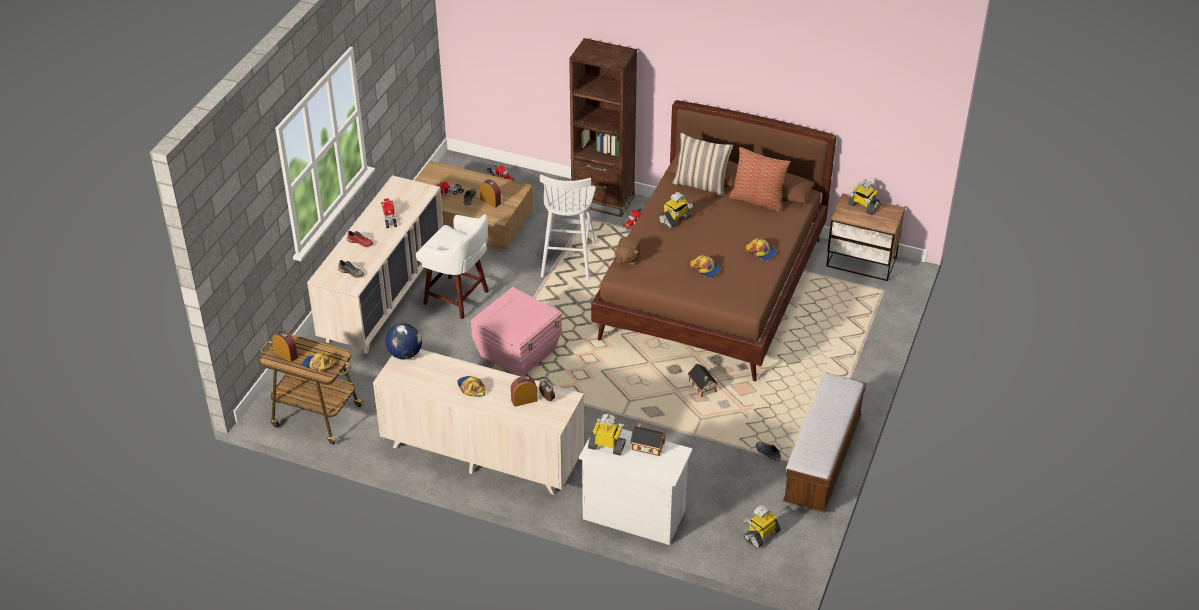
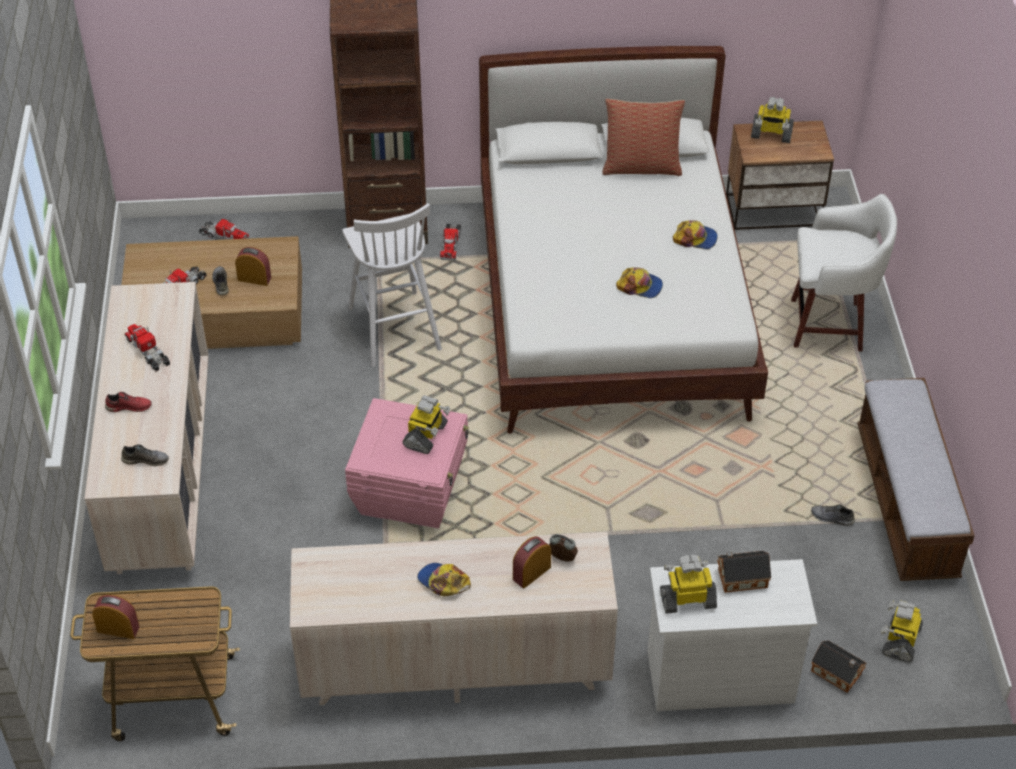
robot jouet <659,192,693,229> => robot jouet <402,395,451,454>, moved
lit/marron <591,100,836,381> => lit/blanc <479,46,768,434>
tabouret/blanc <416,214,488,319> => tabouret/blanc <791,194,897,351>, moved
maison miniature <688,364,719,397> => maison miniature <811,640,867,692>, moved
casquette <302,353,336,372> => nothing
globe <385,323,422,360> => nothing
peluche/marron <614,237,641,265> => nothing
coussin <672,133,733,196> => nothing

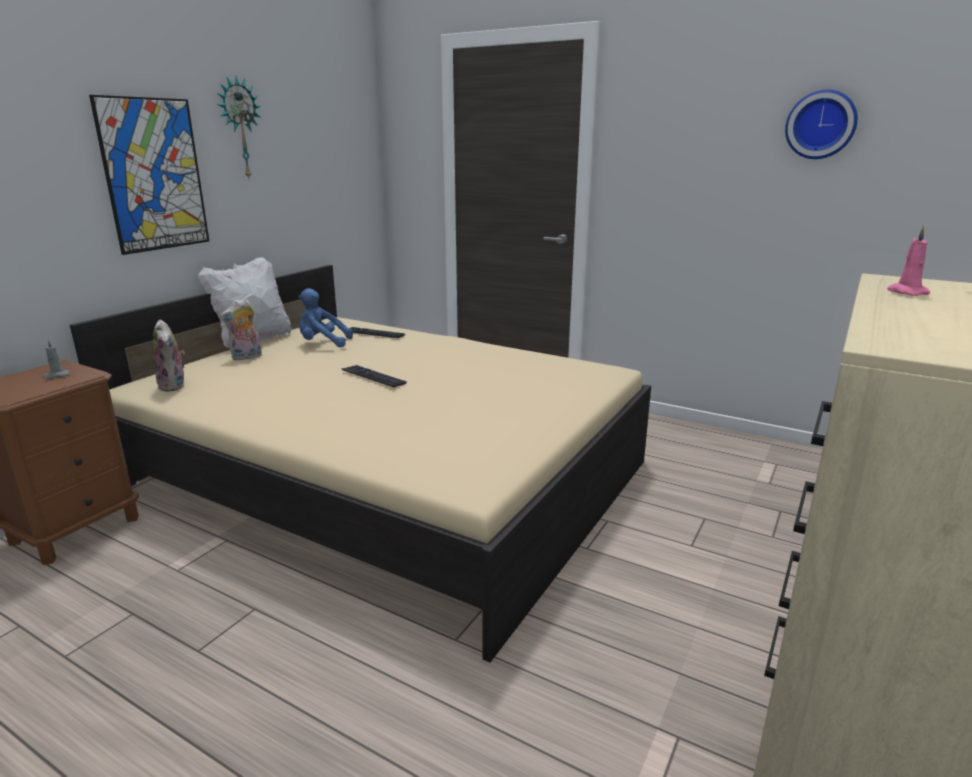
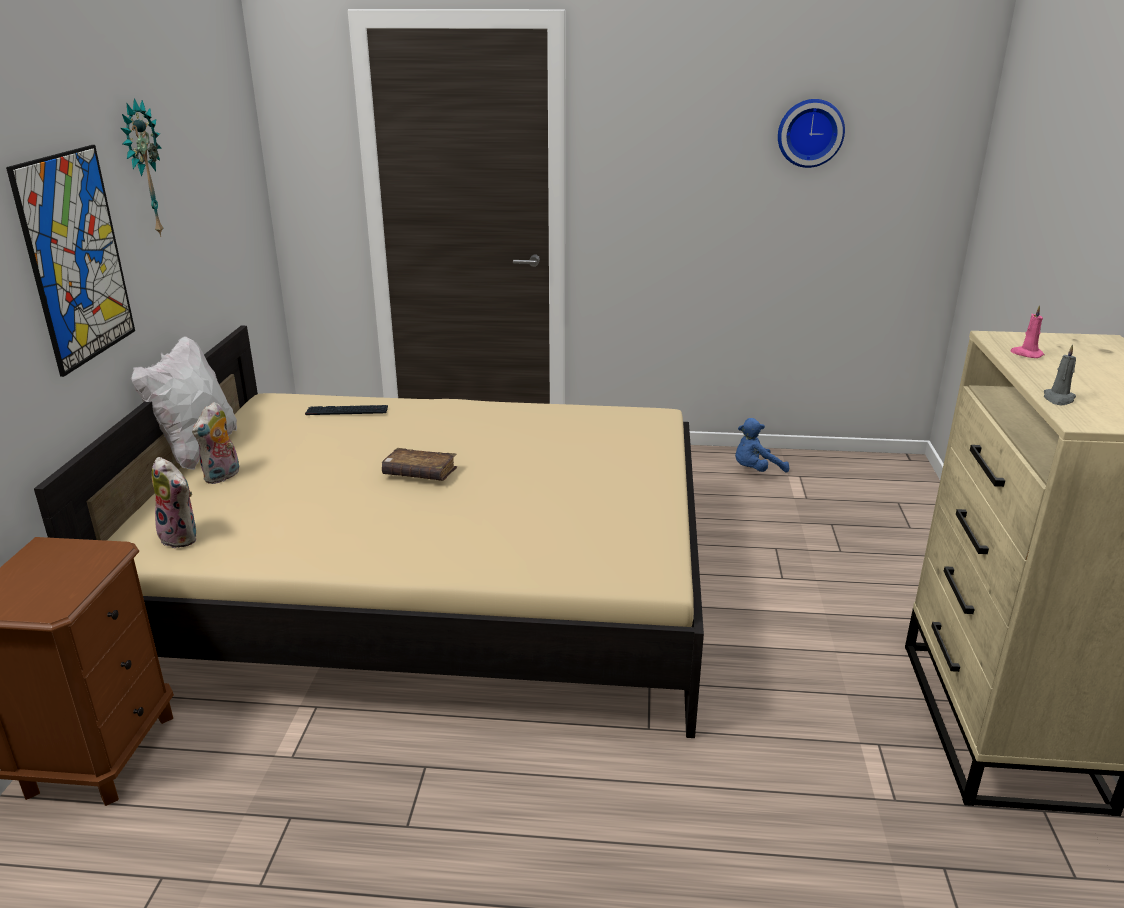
clavier <342,365,407,387> => livre/marron <382,448,457,481>
peluche/bleu <298,288,353,347> => peluche/bleu <735,418,789,473>, moved
bougie/gris <43,340,69,379> => bougie/gris <1044,344,1076,405>, moved

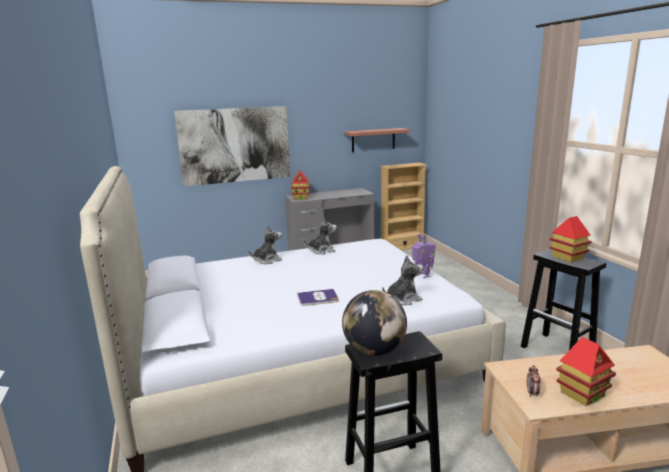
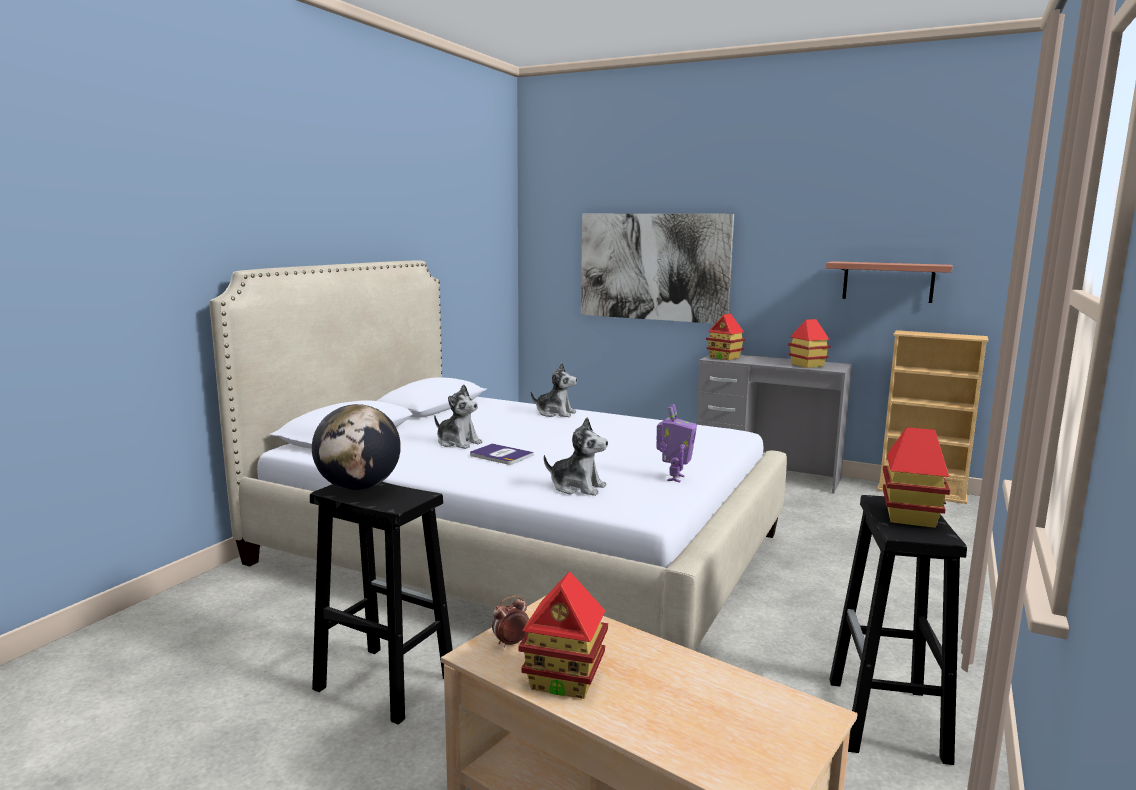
peluche <304,217,337,254> => peluche <434,384,483,449>, moved
nothing => maison miniature <788,319,831,368>

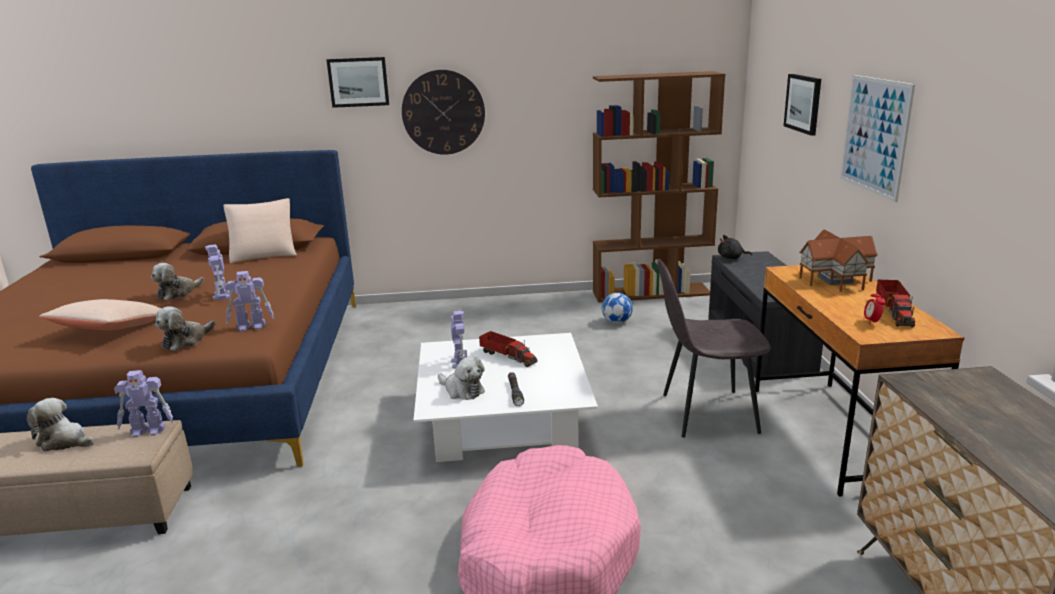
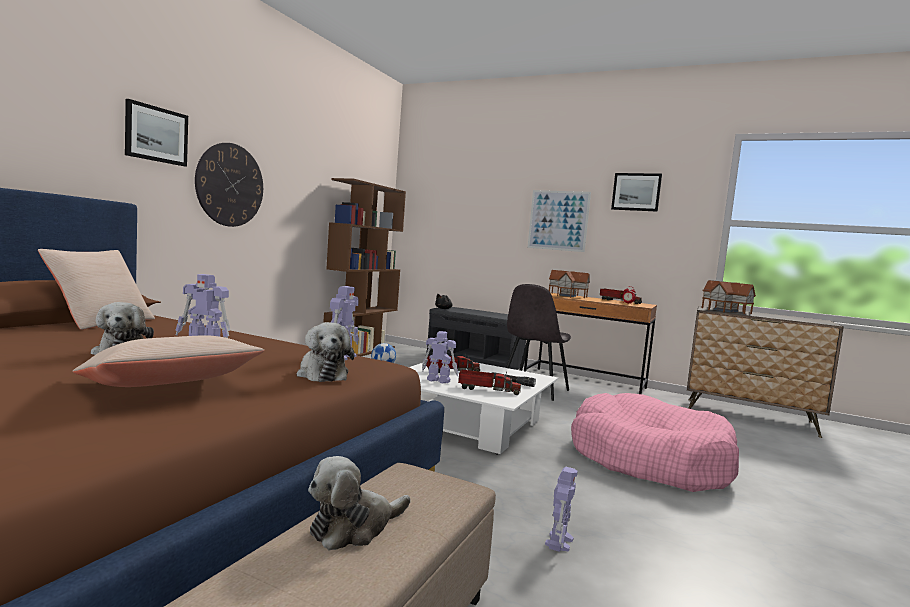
peluche <438,356,485,400> => camion jouet <458,369,521,395>
robot jouet <114,370,173,438> => robot jouet <545,467,578,552>, moved
tableau <784,74,821,136> => tableau <611,173,662,212>, moved
nothing => maison miniature <702,280,756,314>

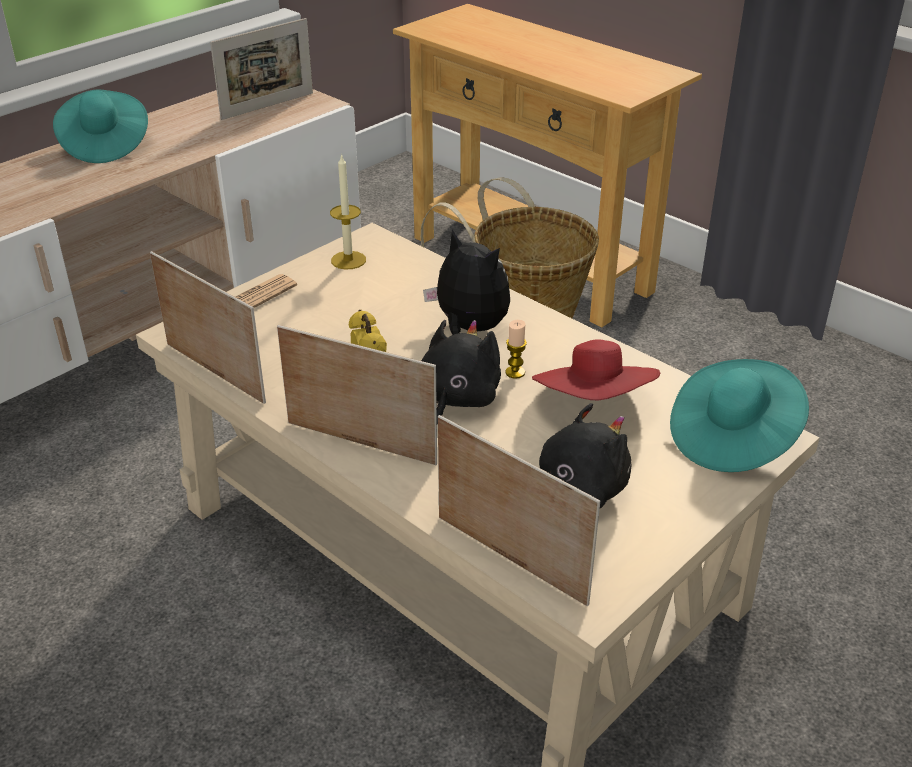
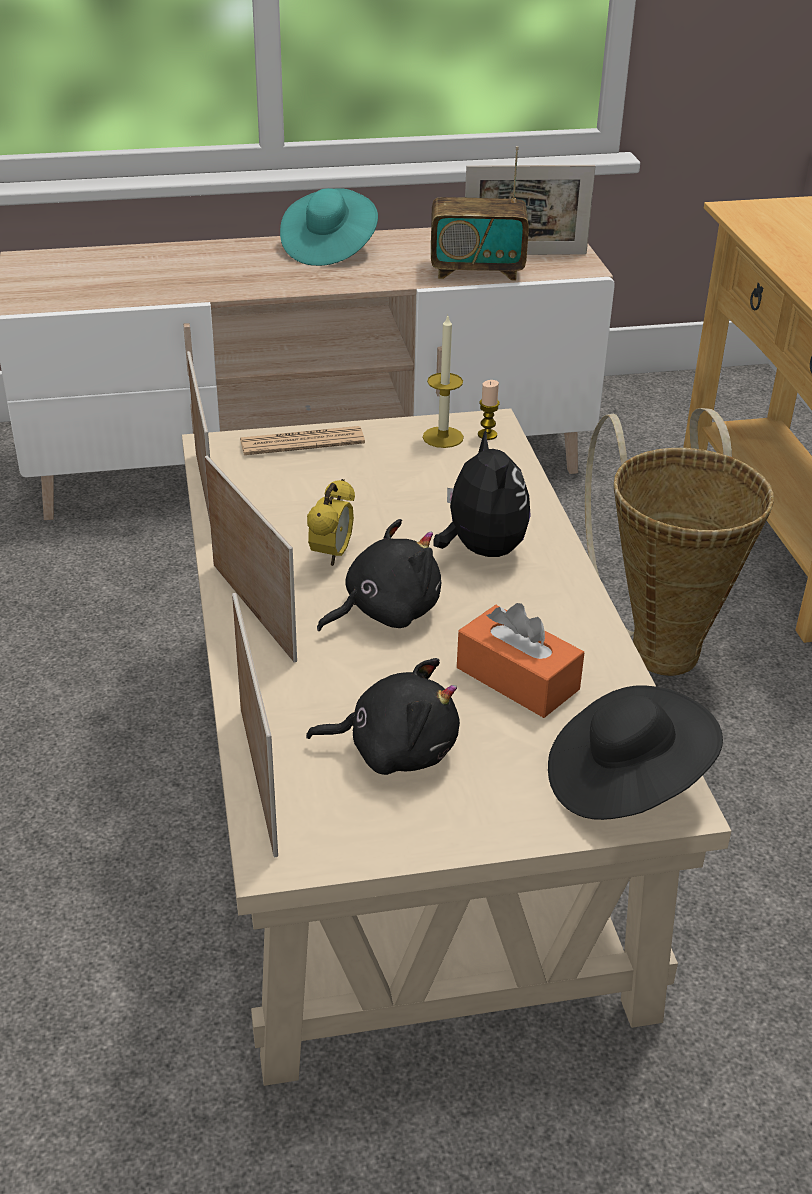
nothing => radio <431,146,529,280>
chapeau/rouge <532,339,660,400> => boîte à mouchoirs/orange <457,603,584,718>
bougie <505,320,527,379> => bougie <478,380,500,440>, moved
chapeau/turquoise <670,359,809,472> => chapeau/noir <548,685,723,820>

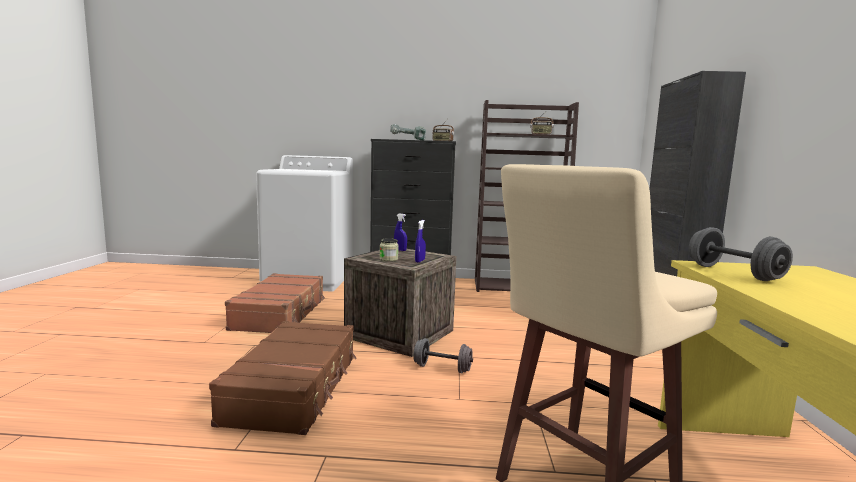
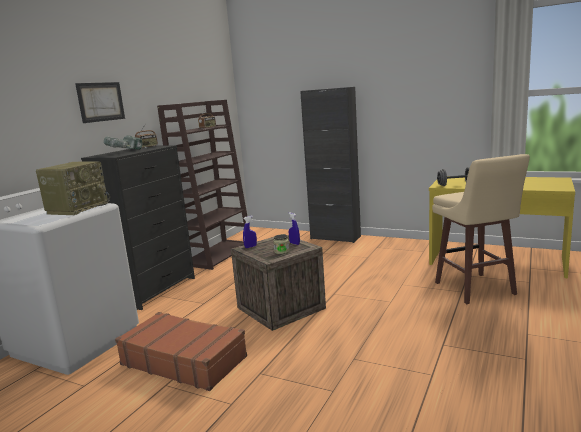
nothing => radio <36,161,110,215>
nothing => tableau <75,82,125,123>
valise/marron <209,321,357,435> => nothing
haltère/gris <413,338,473,373> => nothing

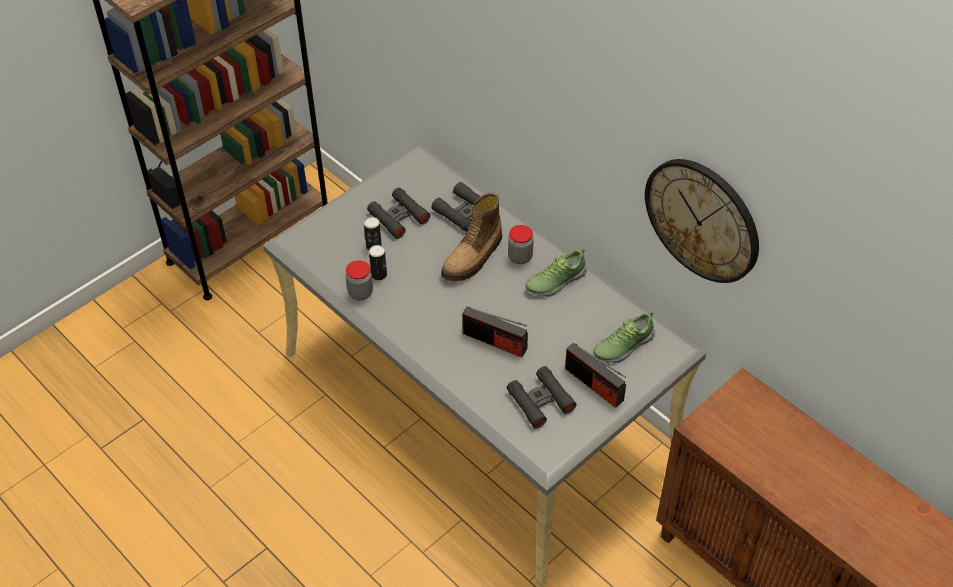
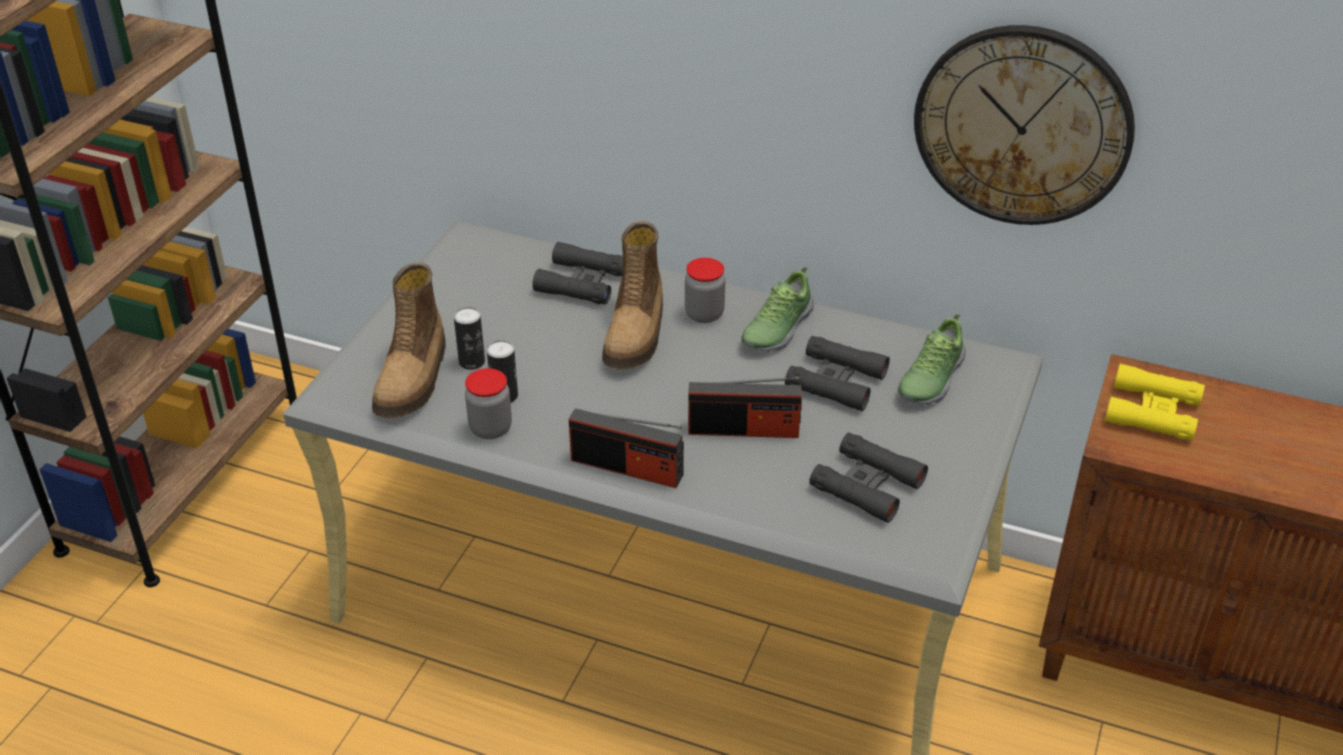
nothing => botte <372,262,446,418>
radio <565,343,626,408> => radio <569,408,684,488>, moved
jumelles/noir <367,188,430,239> => jumelles/noir <785,336,890,411>, moved
nothing => jumelles/jaune <1105,364,1205,440>

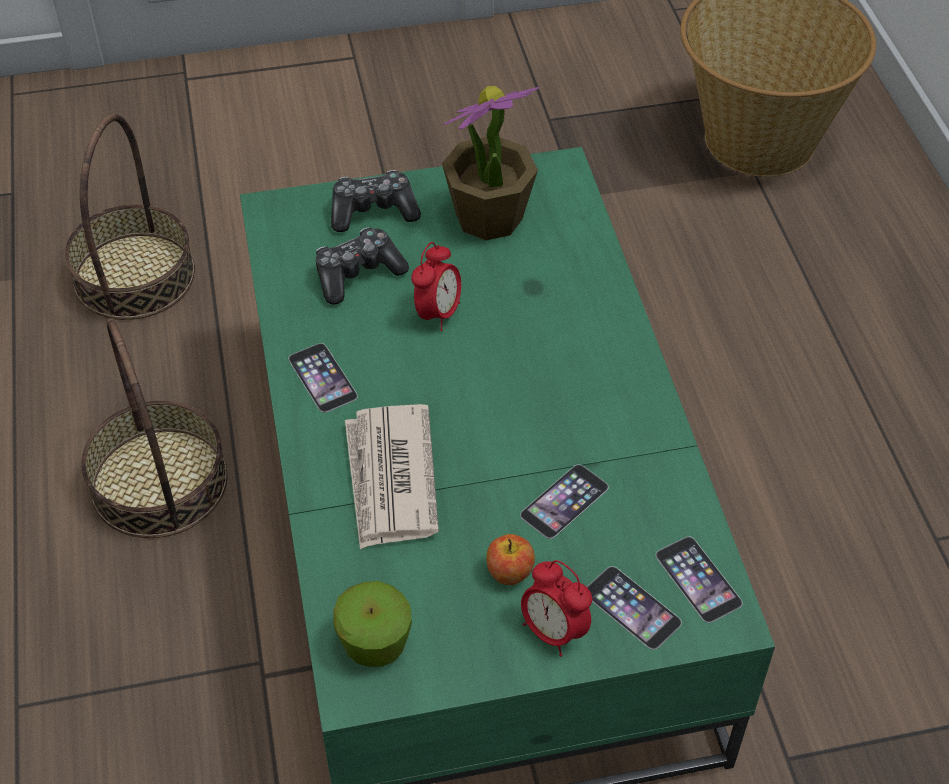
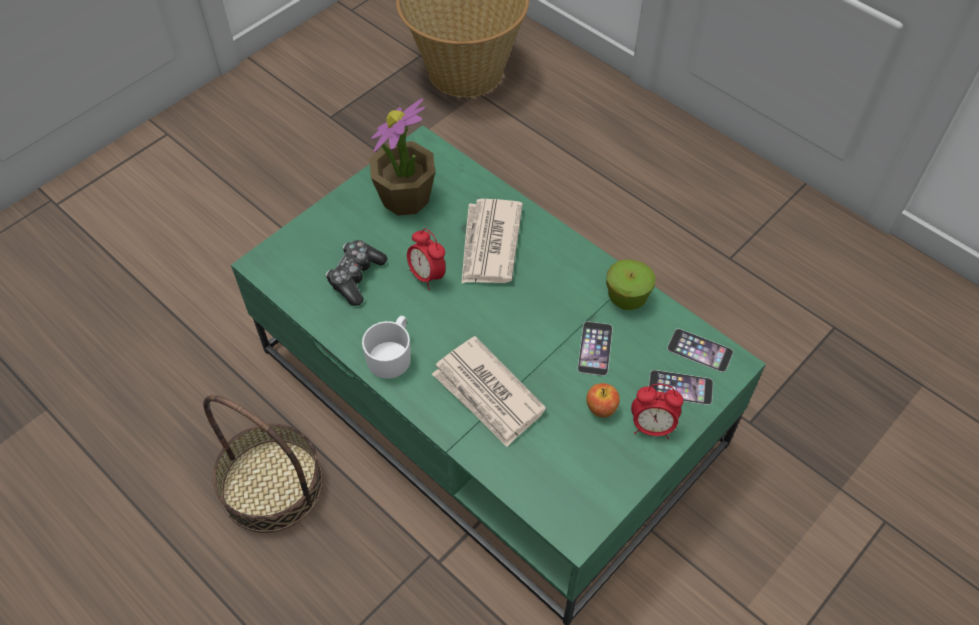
téléphone <288,343,358,413> => mug/blanc <362,316,411,379>
réveil <411,242,461,331> => réveil <407,228,446,290>, 150 degrees clockwise
nothing => journal <461,199,523,284>
pomme <334,581,412,667> => pomme <606,259,655,310>, moved
panier <65,114,195,320> => nothing
manette <331,170,421,232> => nothing

